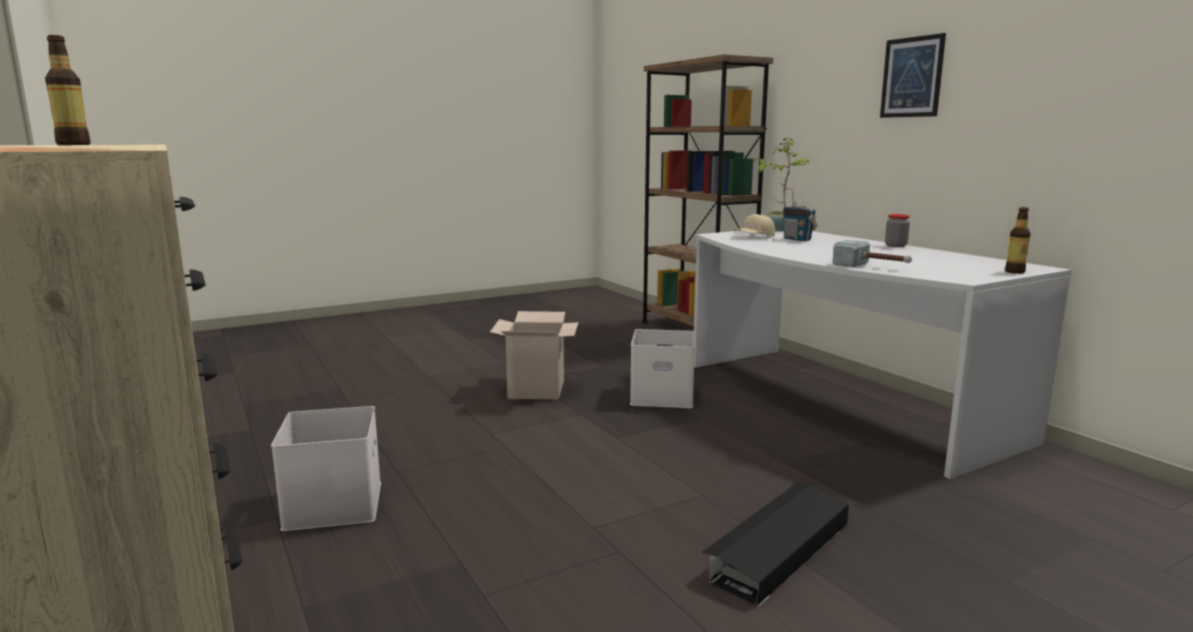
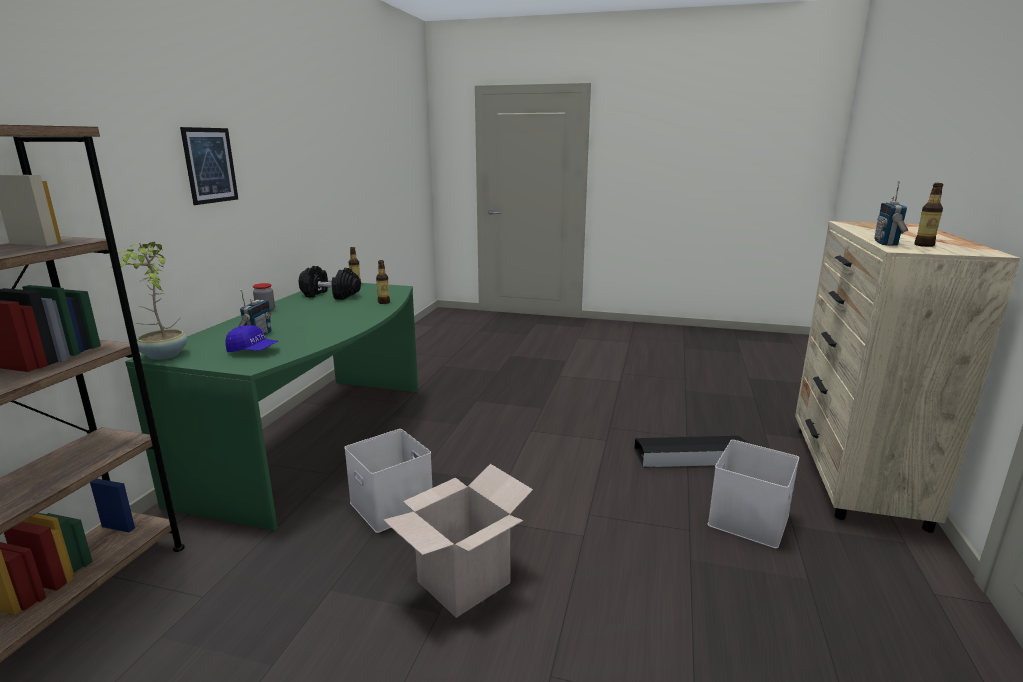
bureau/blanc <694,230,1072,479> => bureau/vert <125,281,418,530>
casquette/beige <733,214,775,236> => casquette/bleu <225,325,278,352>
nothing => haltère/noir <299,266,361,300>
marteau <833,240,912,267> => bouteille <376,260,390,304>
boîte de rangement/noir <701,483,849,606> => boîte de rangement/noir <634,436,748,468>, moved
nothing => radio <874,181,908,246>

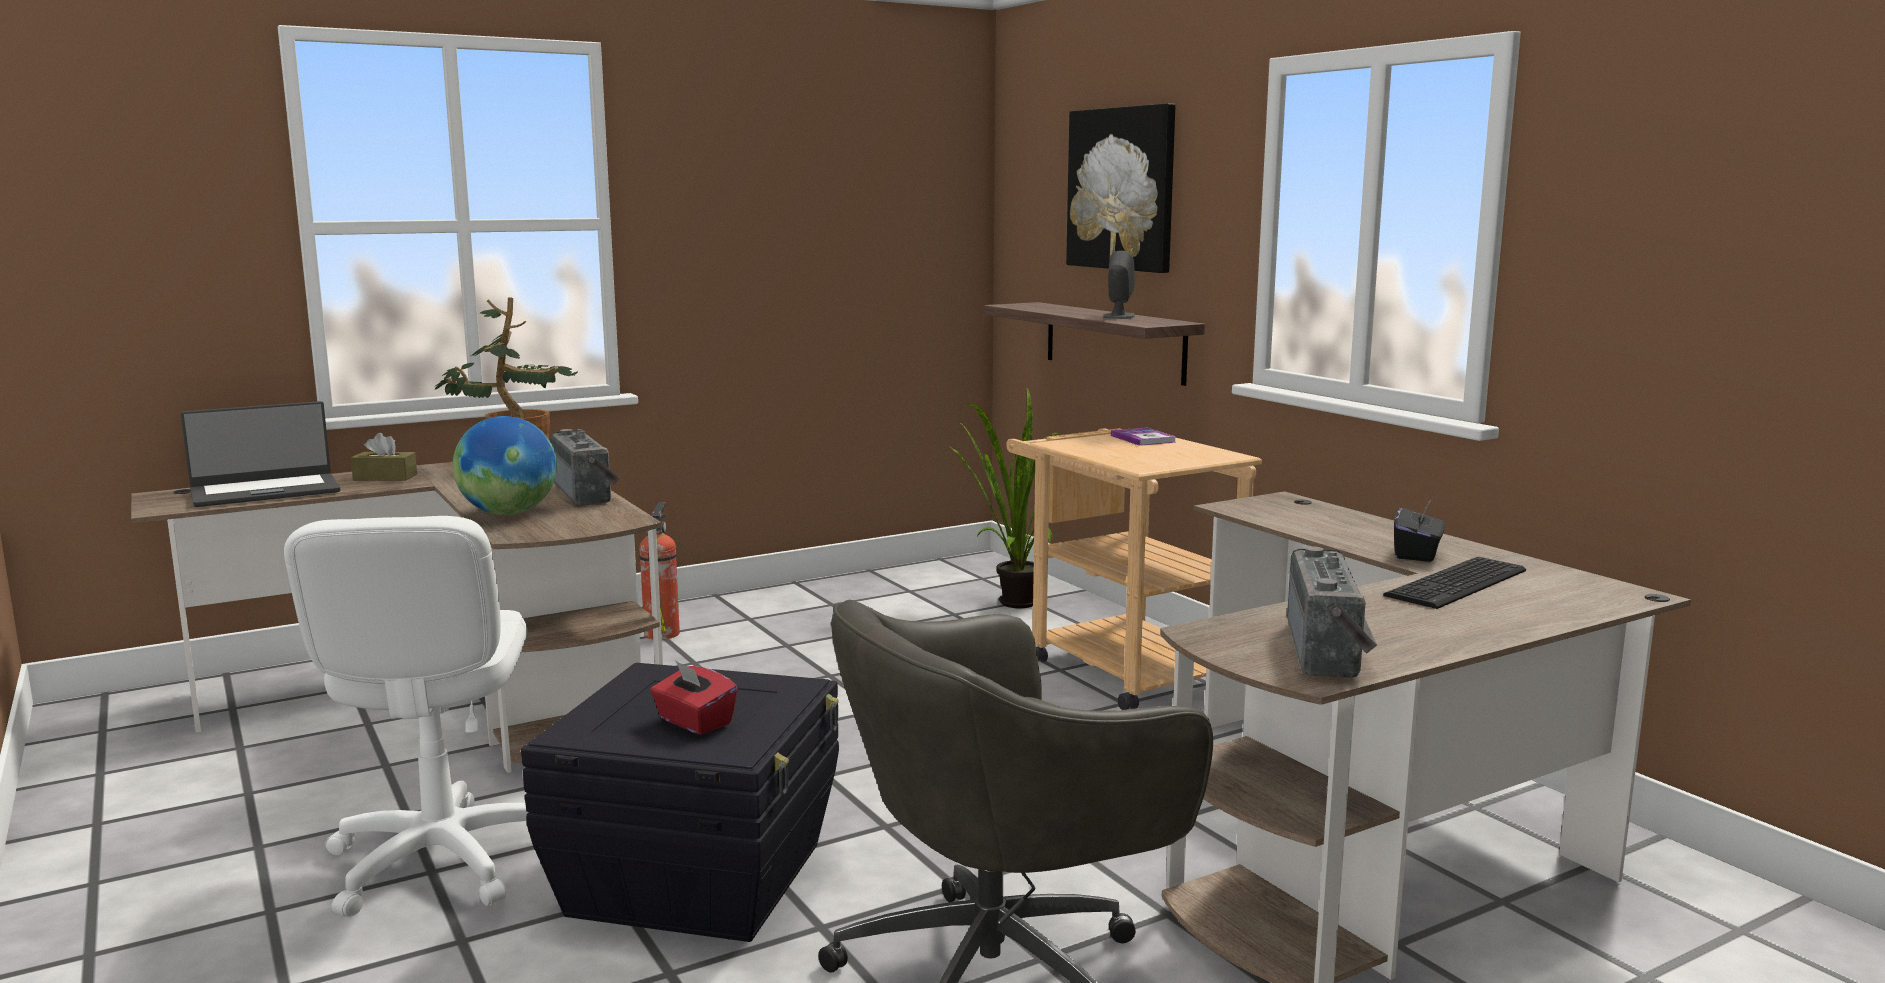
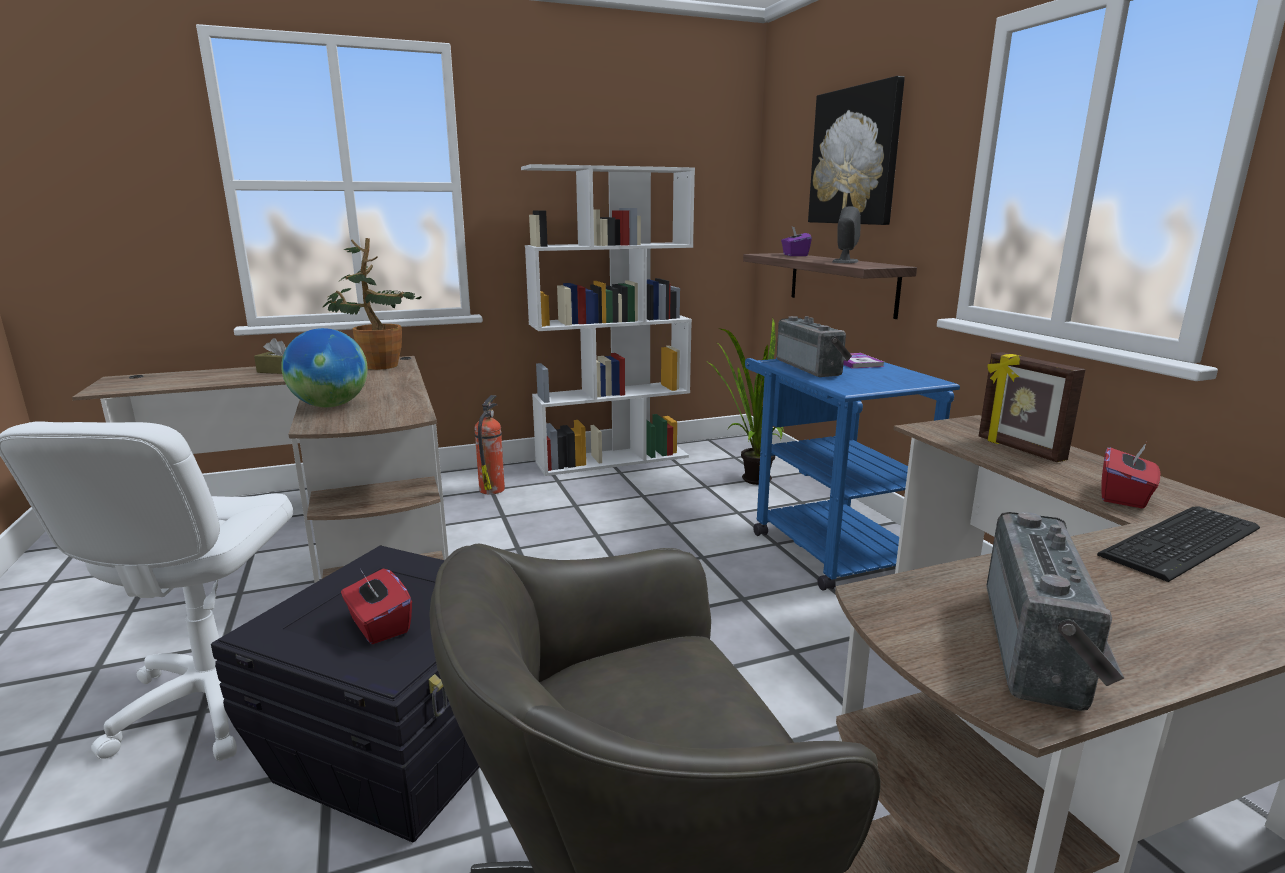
nothing => bibliothèque/blanc <521,164,695,476>
chariot/beige <1007,428,1262,710> => chariot/bleu <745,358,960,591>
radio <550,429,620,506> => radio <777,316,852,377>, moved
nothing => boîte à mouchoirs/violet <781,227,812,256>
nothing => cadre photo <979,352,1085,462>
boîte à mouchoirs/noir <1394,499,1445,562> => boîte à mouchoirs/rouge <1102,443,1160,508>
ordinateur portable <181,401,340,507> => nothing

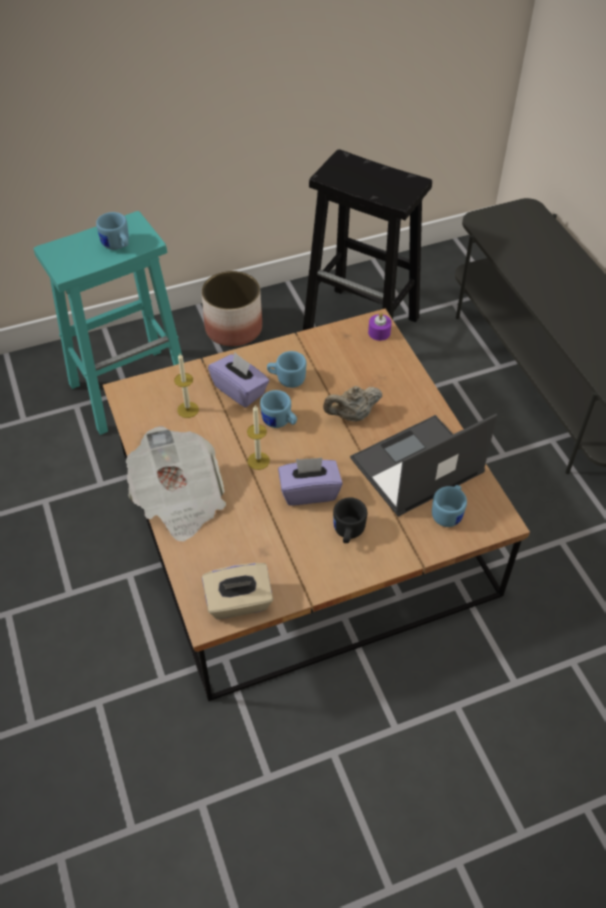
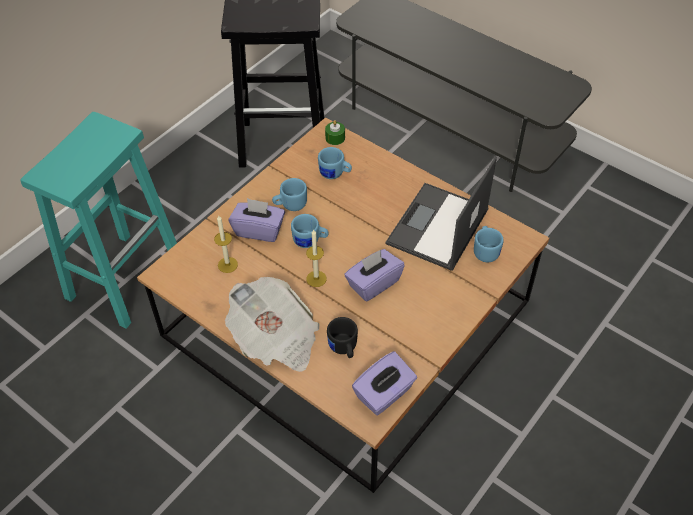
mug/bleu <96,212,129,250> => mug/bleu <318,147,352,179>, moved
bougie/violet <368,313,392,341> => bougie/vert <325,120,345,145>
mug/noir <333,498,367,543> => mug/noir <327,317,358,358>, moved
boîte à mouchoirs/beige <202,563,273,619> => boîte à mouchoirs/violet <352,351,417,416>
cache-pot <201,271,262,346> => nothing
théière/beige <323,386,382,422> => nothing

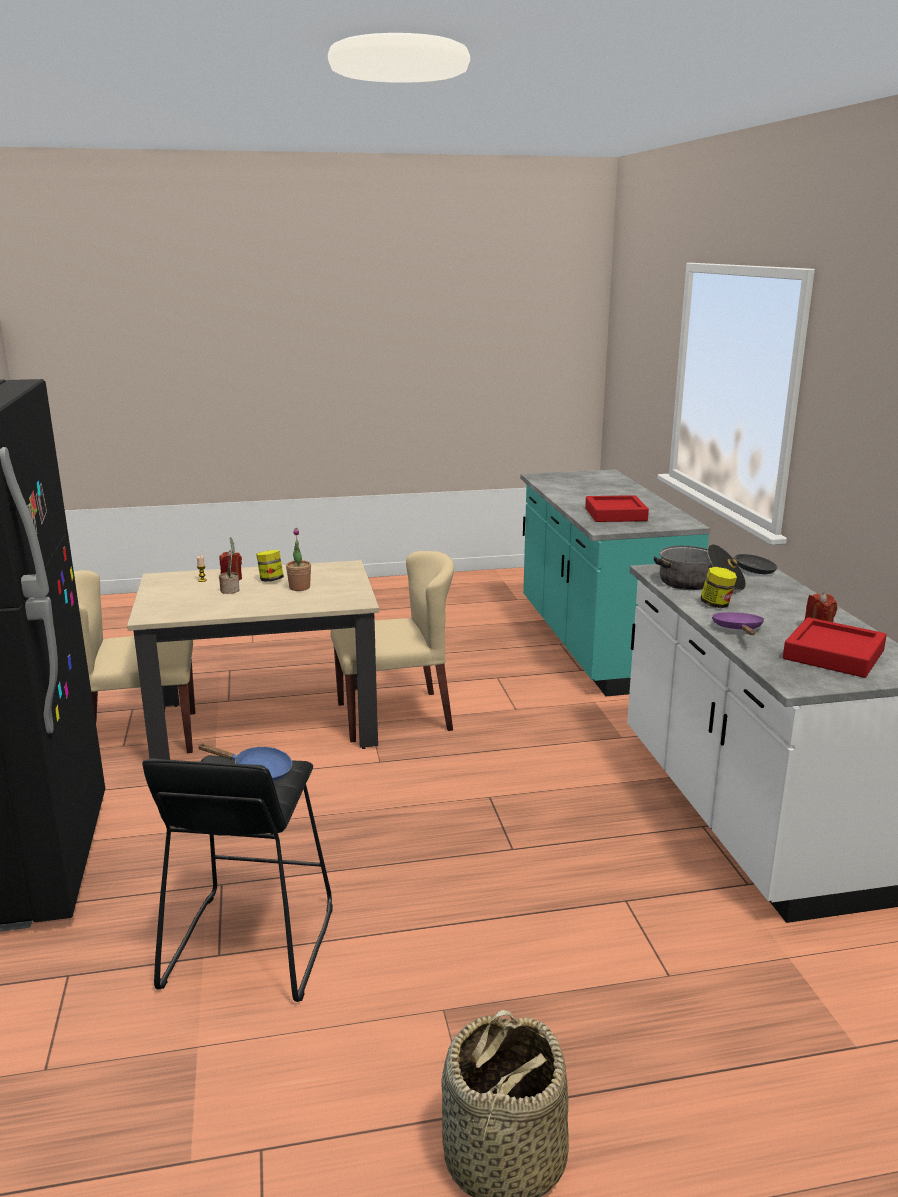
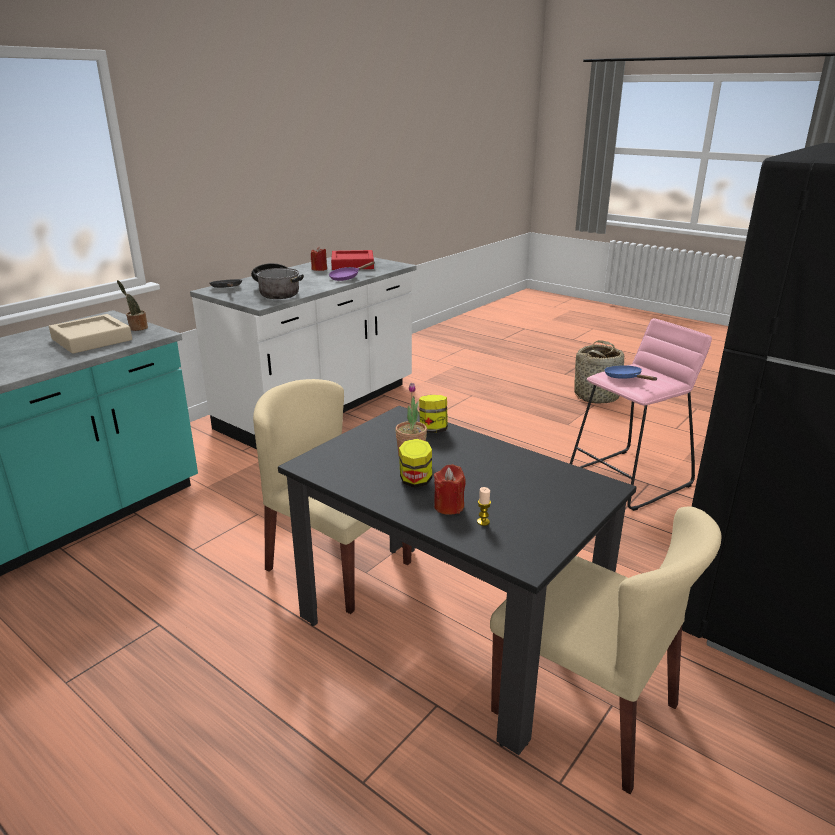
plateau/rouge <585,495,649,522> => plateau/beige <49,314,132,354>
plante en pot <219,537,240,594> => plante en pot <117,280,148,331>, moved
table à manger/beige <127,560,379,760> => table à manger/noir <278,406,637,755>
bocal <701,567,737,608> => bocal <419,395,448,433>, moved
tabouret/noir <142,755,333,1002> => tabouret/rose <570,318,712,511>

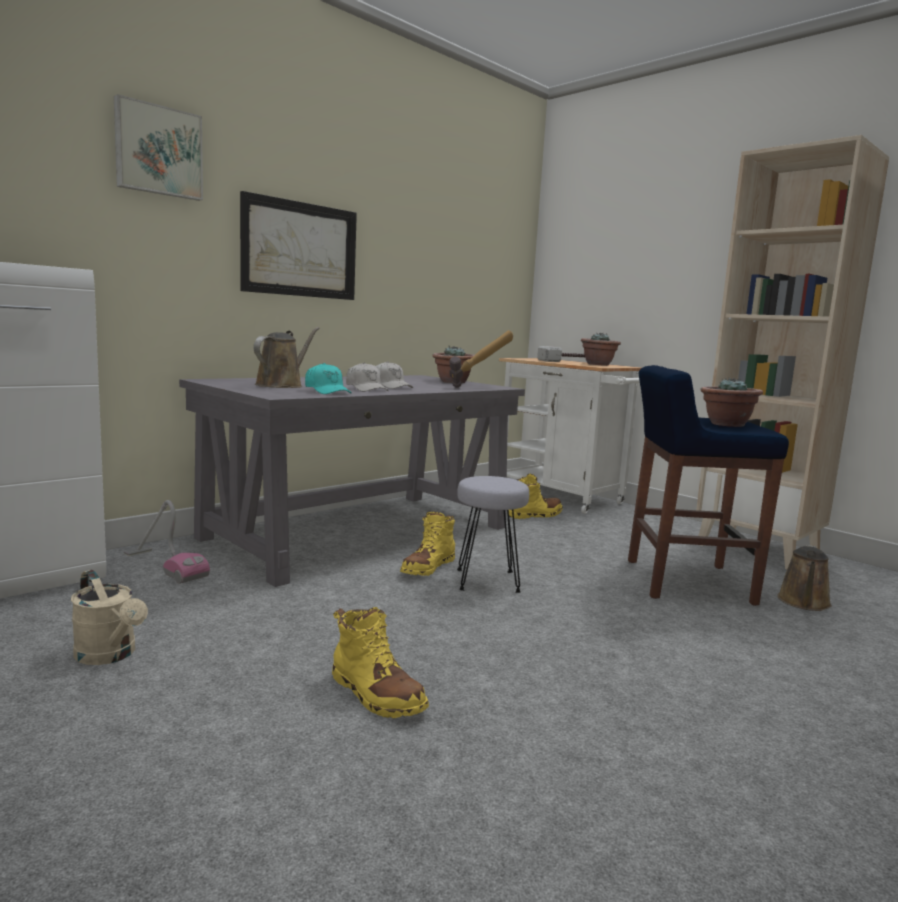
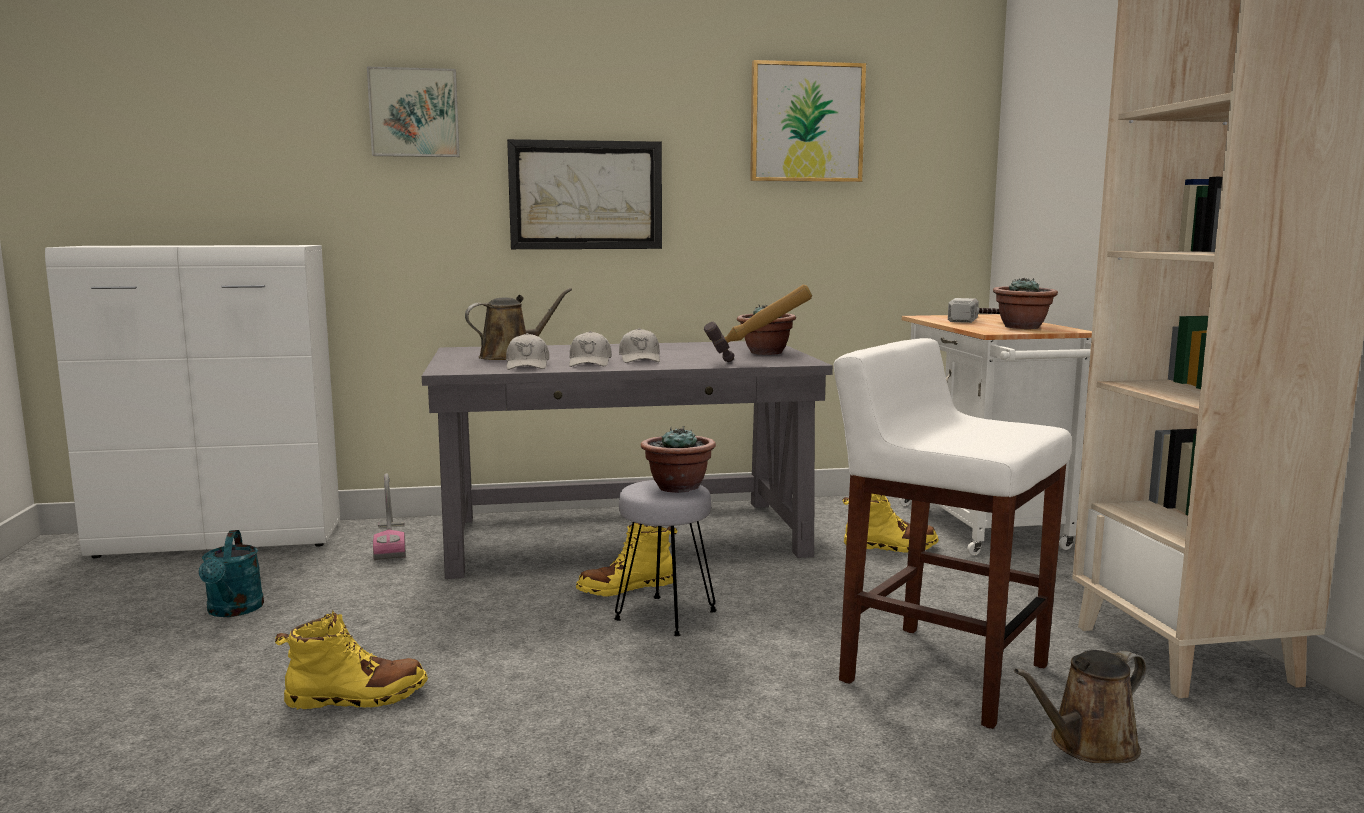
arrosoir/beige <71,570,148,665> => arrosoir/turquoise <199,530,264,617>
botte/jaune <332,607,429,718> => botte/jaune <275,610,428,710>, 90 degrees counterclockwise
casquette/turquoise <305,363,351,394> => casquette/blanc <506,333,549,370>
plante en pot <700,378,763,427> => plante en pot <641,426,716,493>, moved
nothing => tableau <750,60,866,182>
tabouret/bleu <628,365,789,606> => tabouret/blanc <834,338,1072,729>

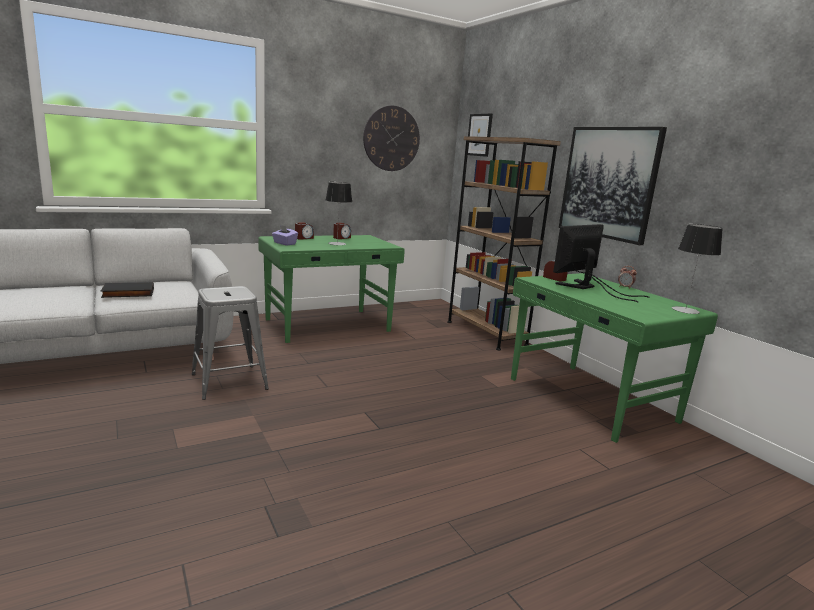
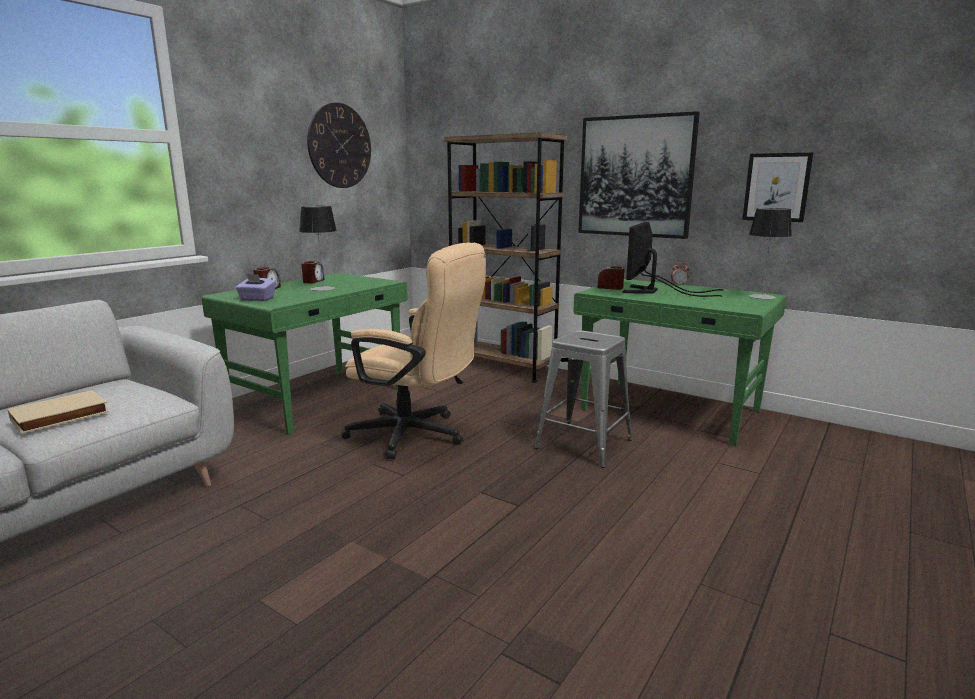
livre/noir <100,282,154,298> => livre/beige <8,390,109,434>
nothing => chaise de bureau/beige <341,242,486,460>
tabouret/gris <192,286,269,400> => tabouret/gris <534,330,632,468>, moved
tableau <468,114,493,157> => tableau <742,153,813,222>, moved

